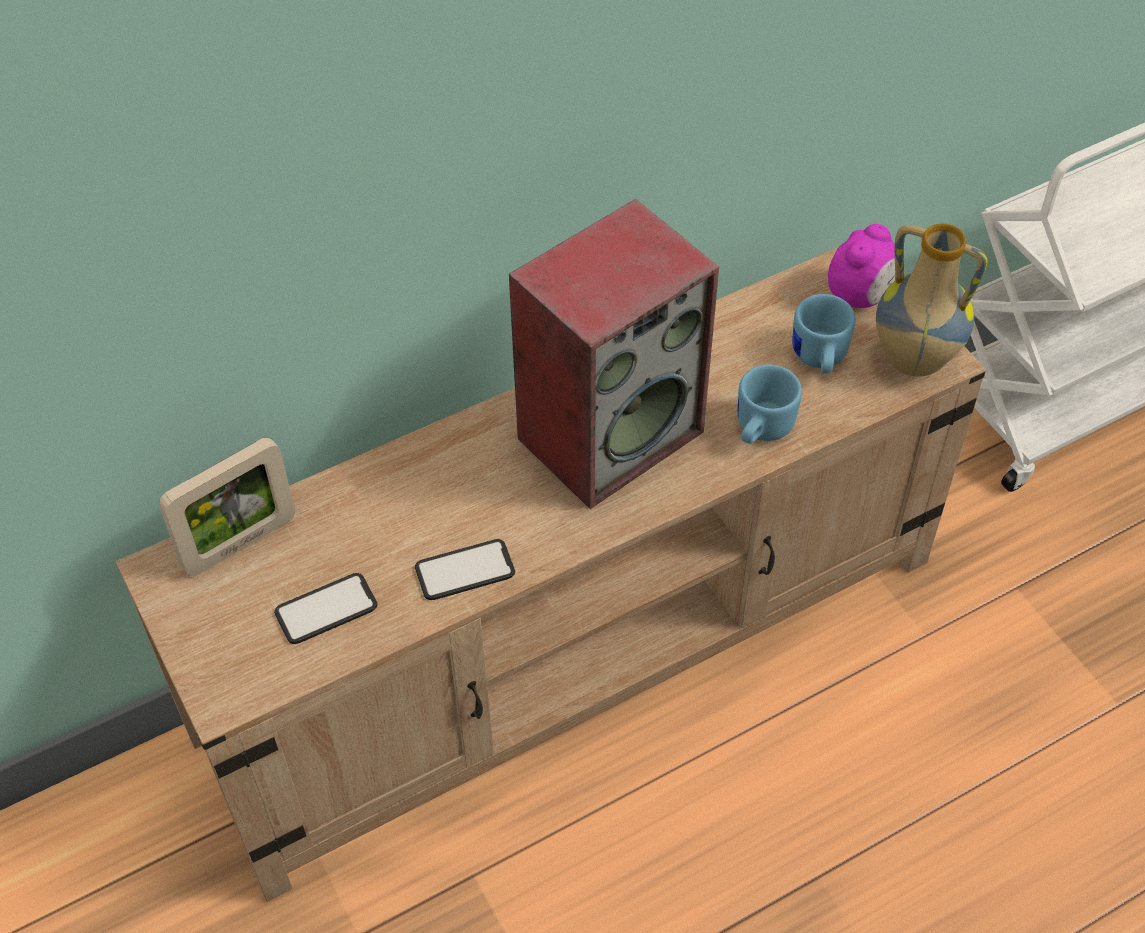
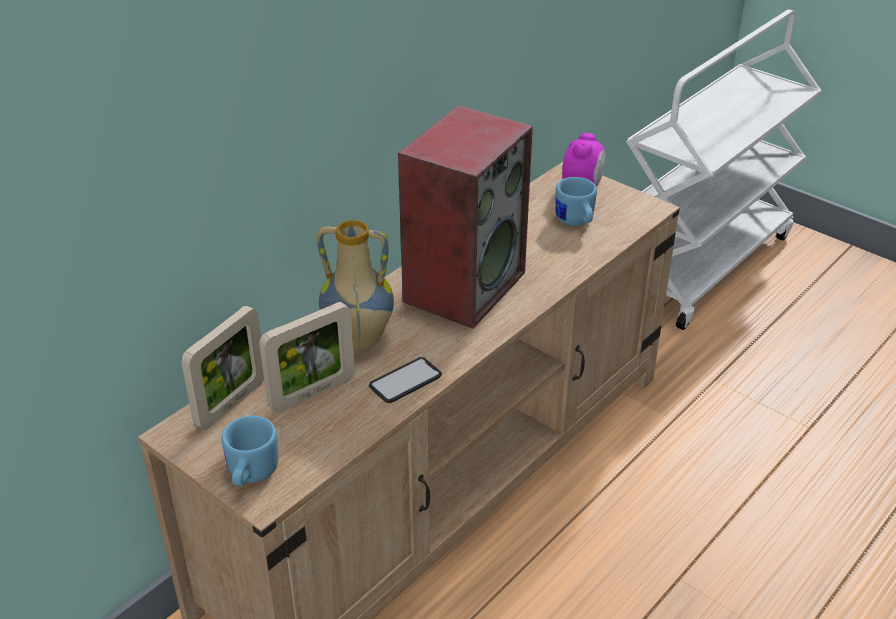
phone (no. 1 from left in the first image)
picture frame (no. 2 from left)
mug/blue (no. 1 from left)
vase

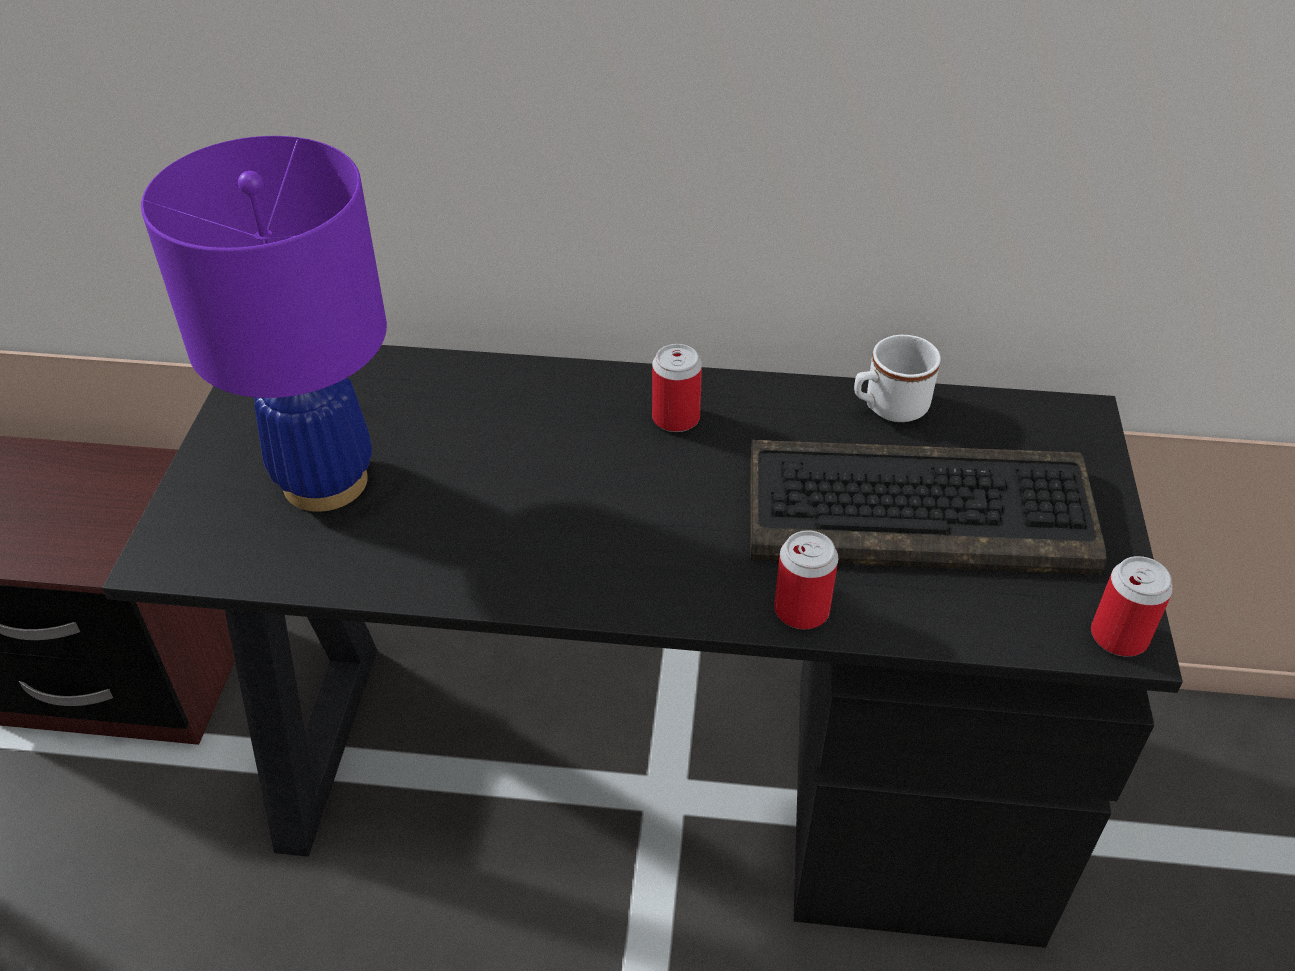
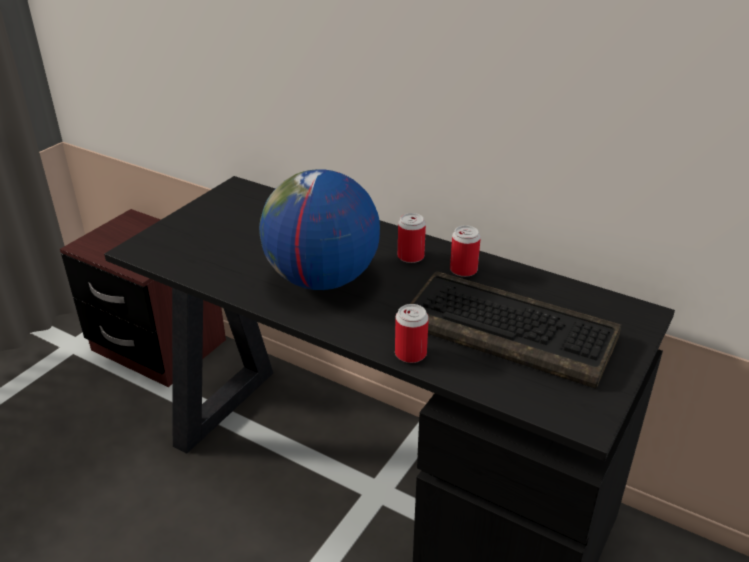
table lamp/purple
mug/white
globe
can (no. 3 from left)

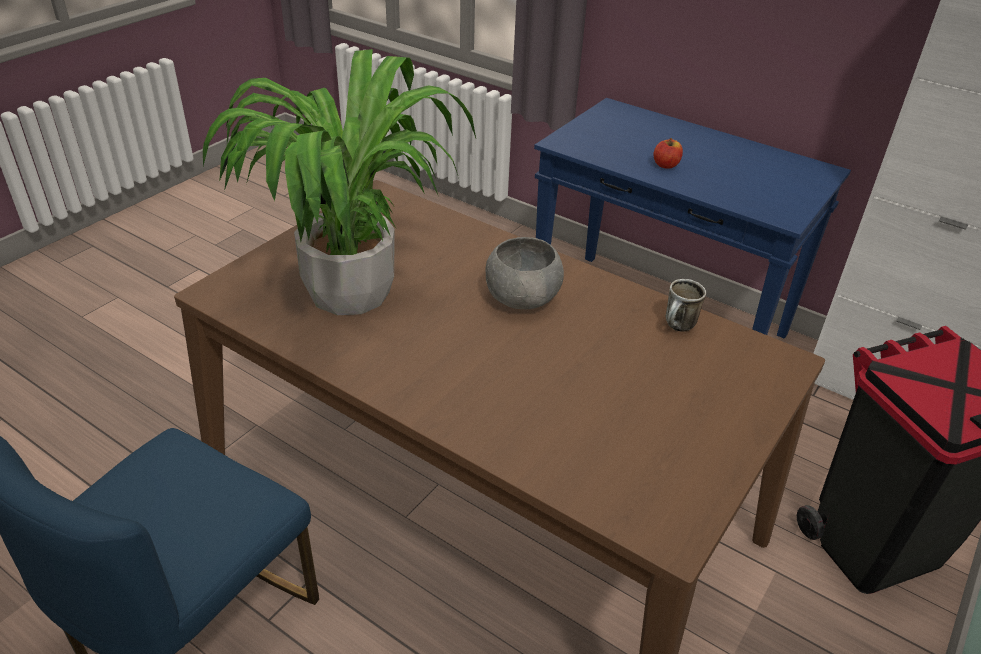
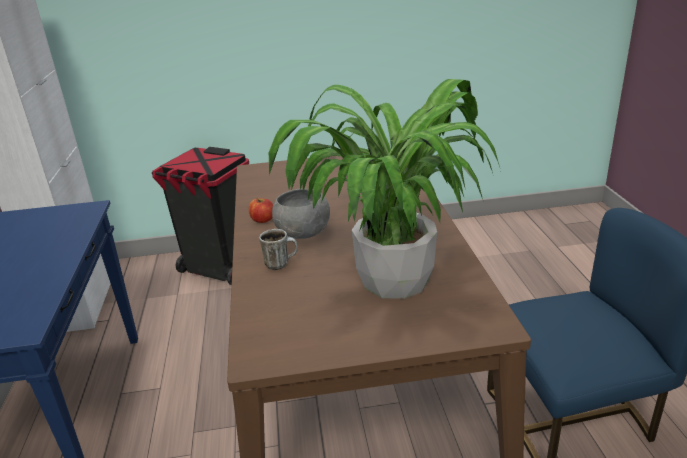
apple
mug

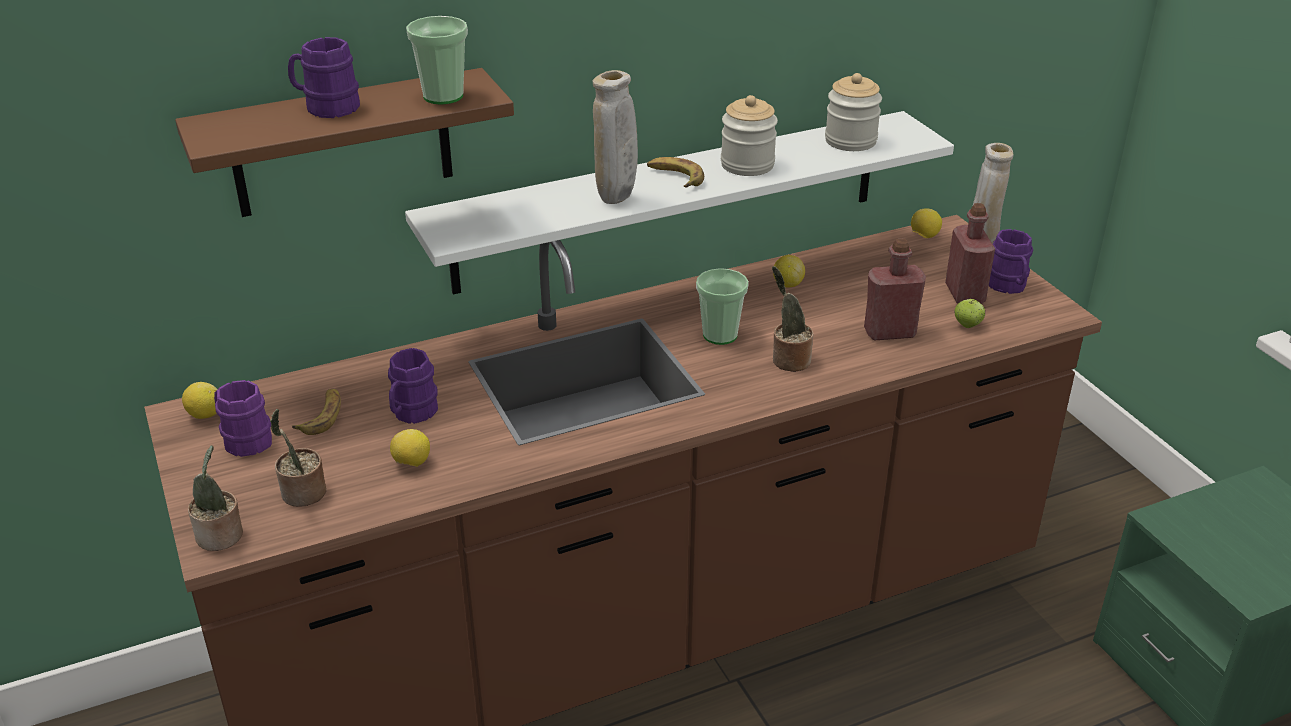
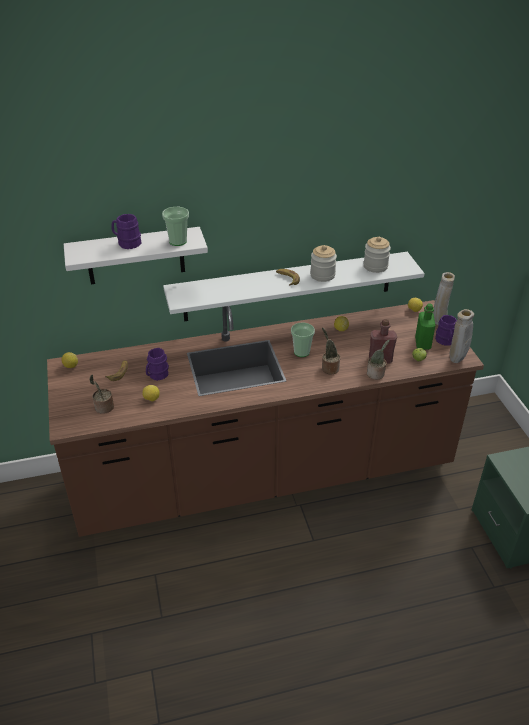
mug/purple (no. 1 from left in the first image)
potted plant (no. 3 from left)
vase/beige (no. 2 from left)
shelf/white (no. 1 from left)
bottle/green

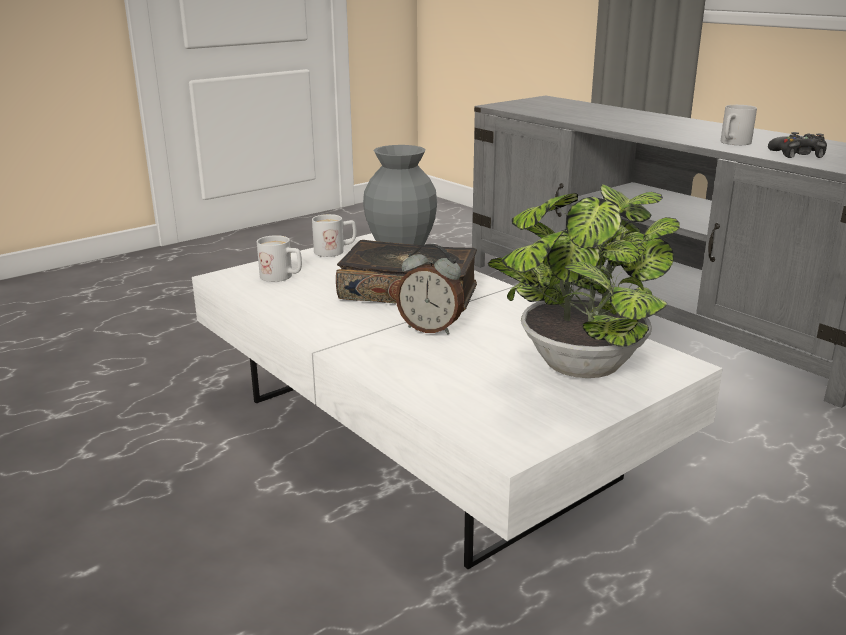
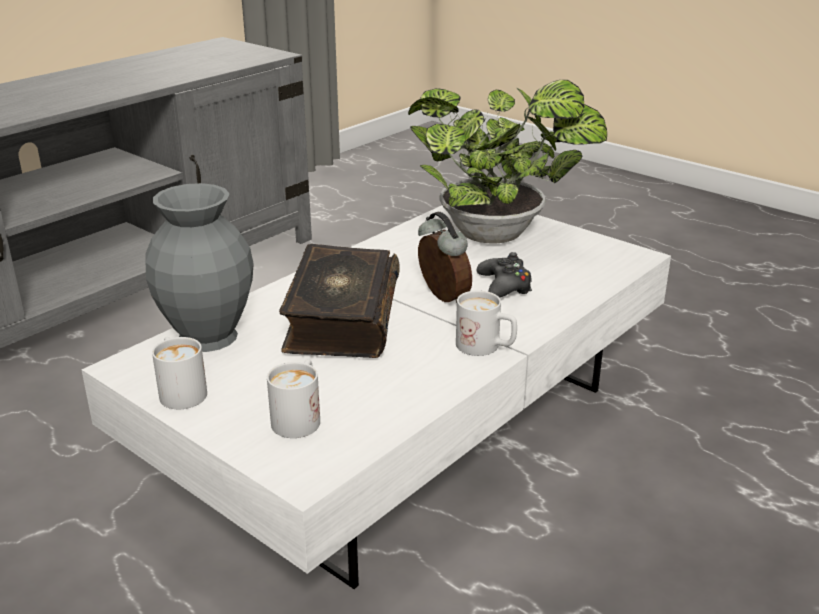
mug/white (no. 3 from left)
game controller/black
alarm clock

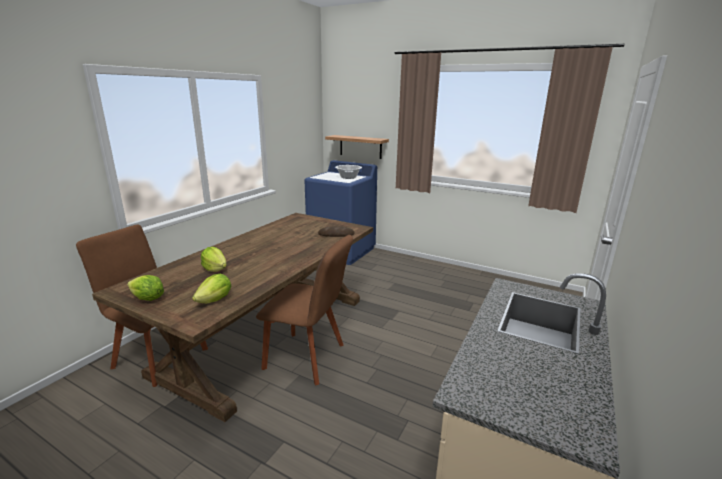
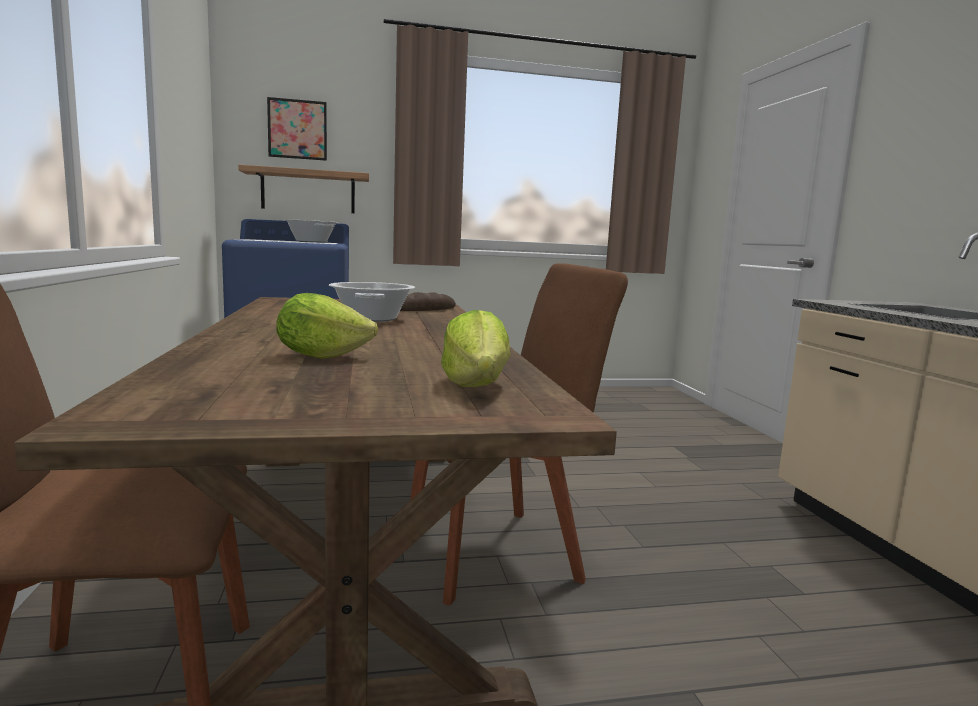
lettuce (no. 1 from left in the first image)
picture
cooking pot (no. 2 from left)

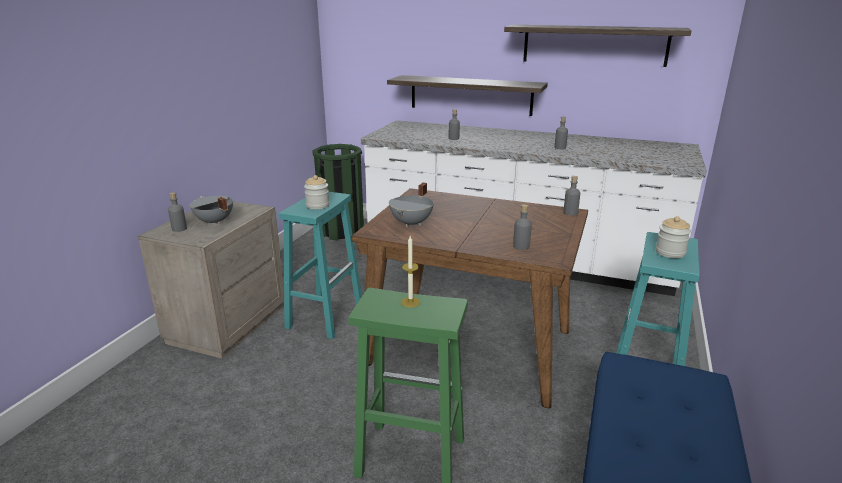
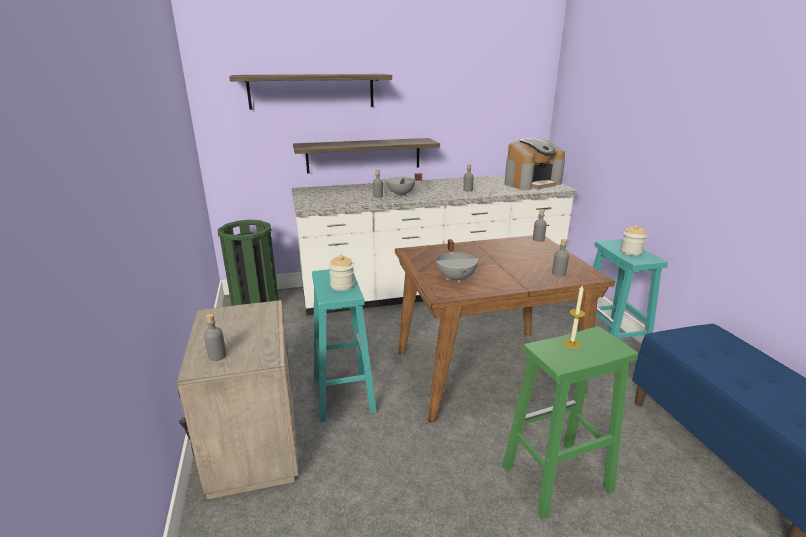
coffee machine
cooking pot/grey (no. 1 from left)
shelf (no. 1 from left)

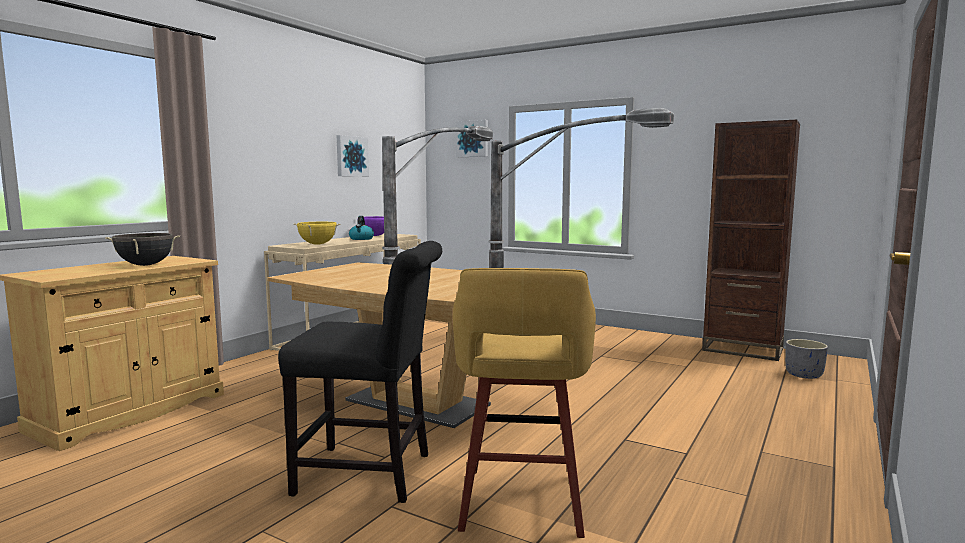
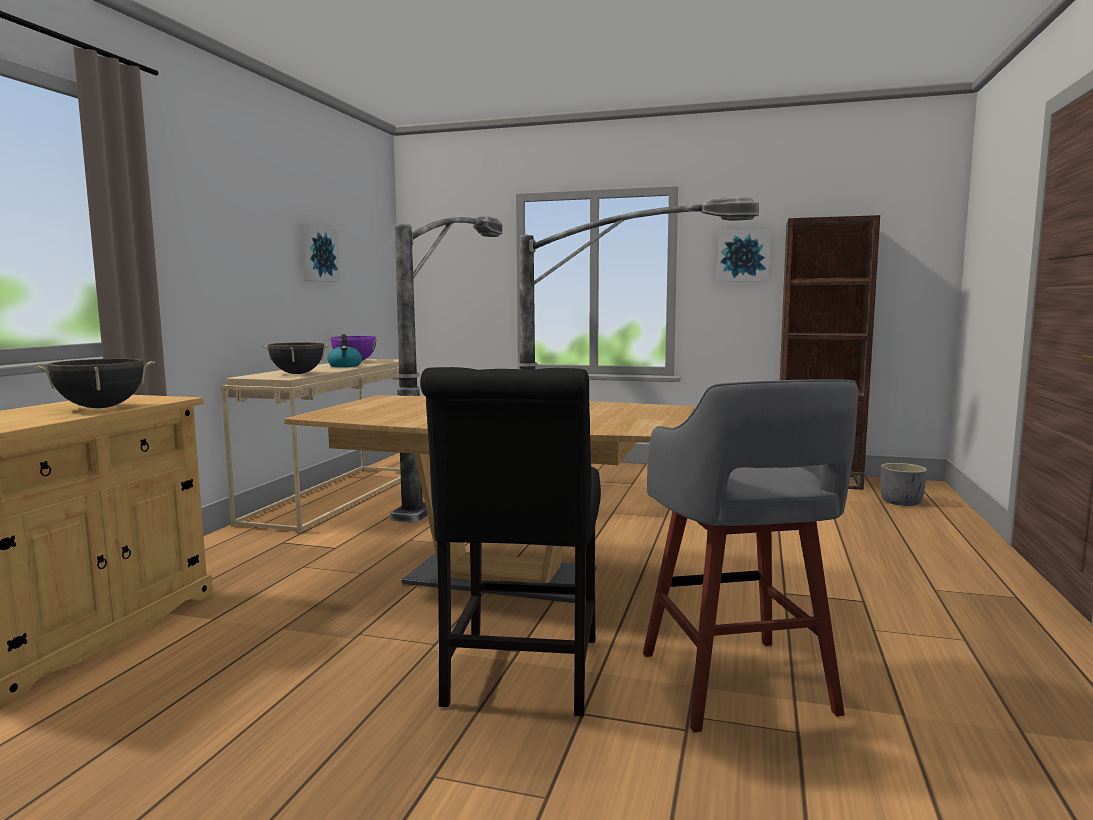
picture (no. 2 from left)
cooking pot/black (no. 2 from left)
stool/grey
chair/black

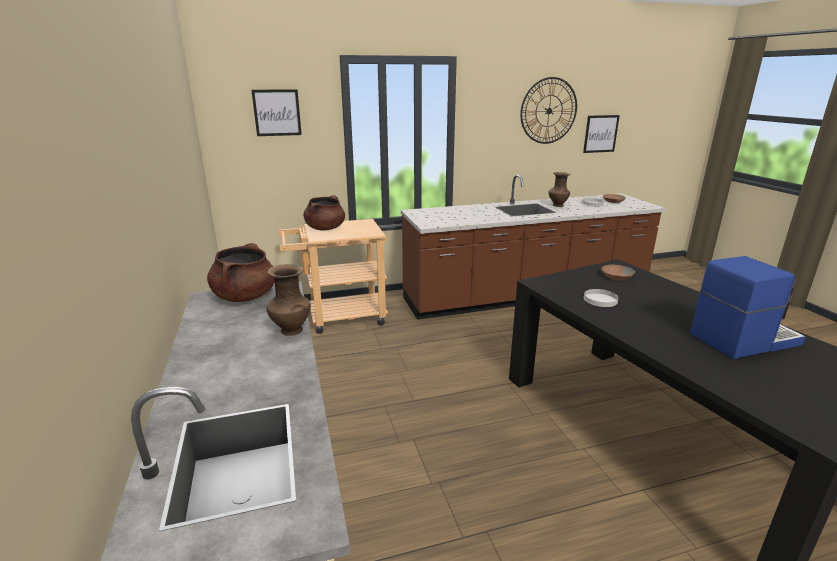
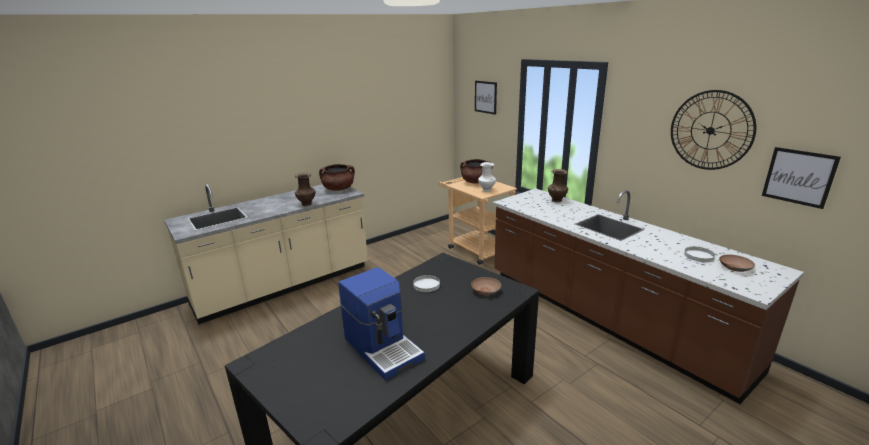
vase/white
vase/brown (no. 2 from left)

